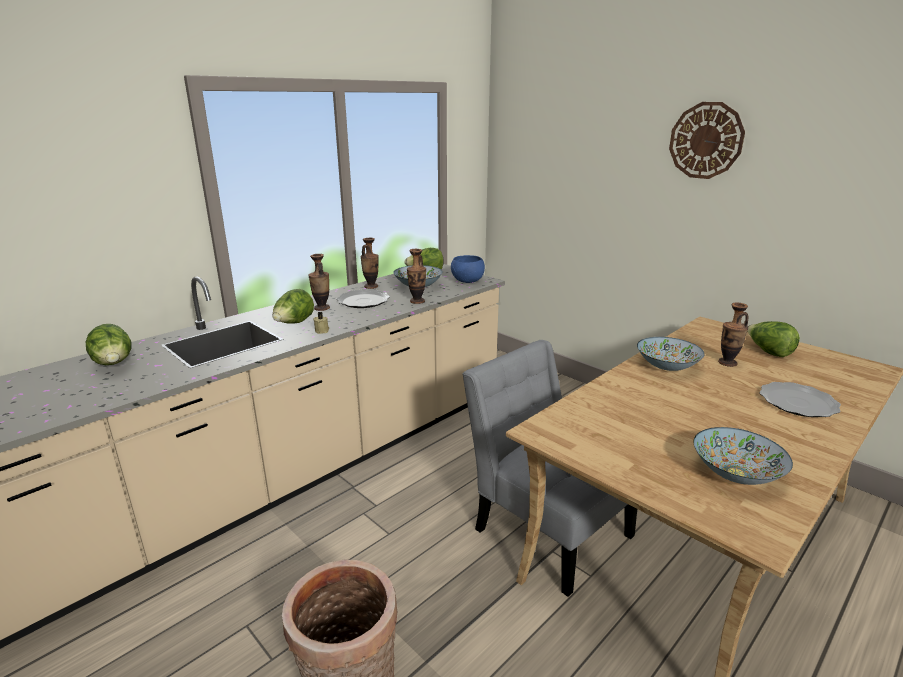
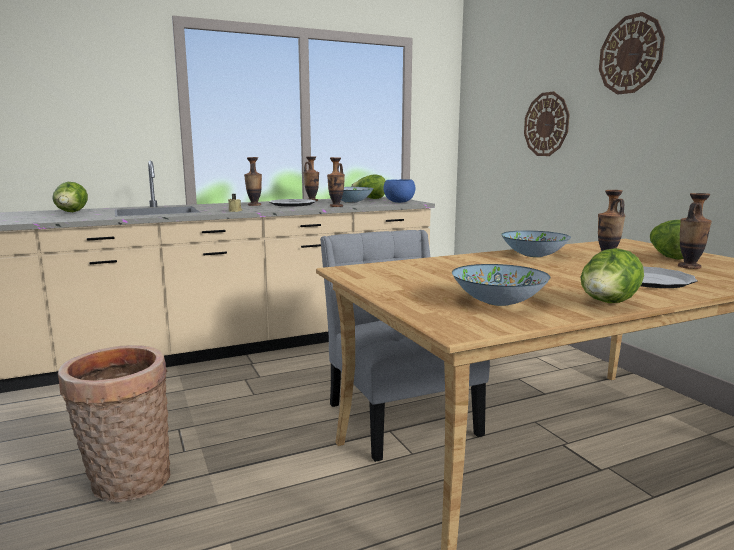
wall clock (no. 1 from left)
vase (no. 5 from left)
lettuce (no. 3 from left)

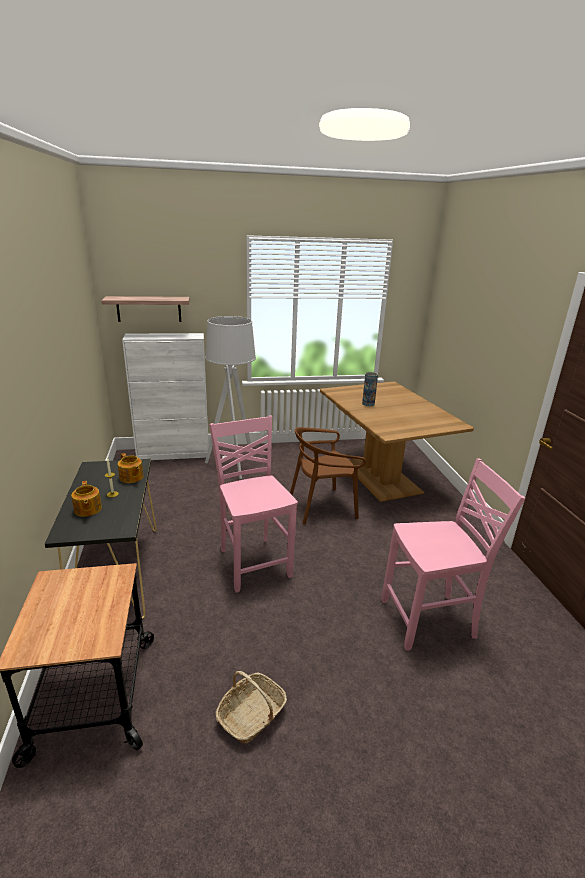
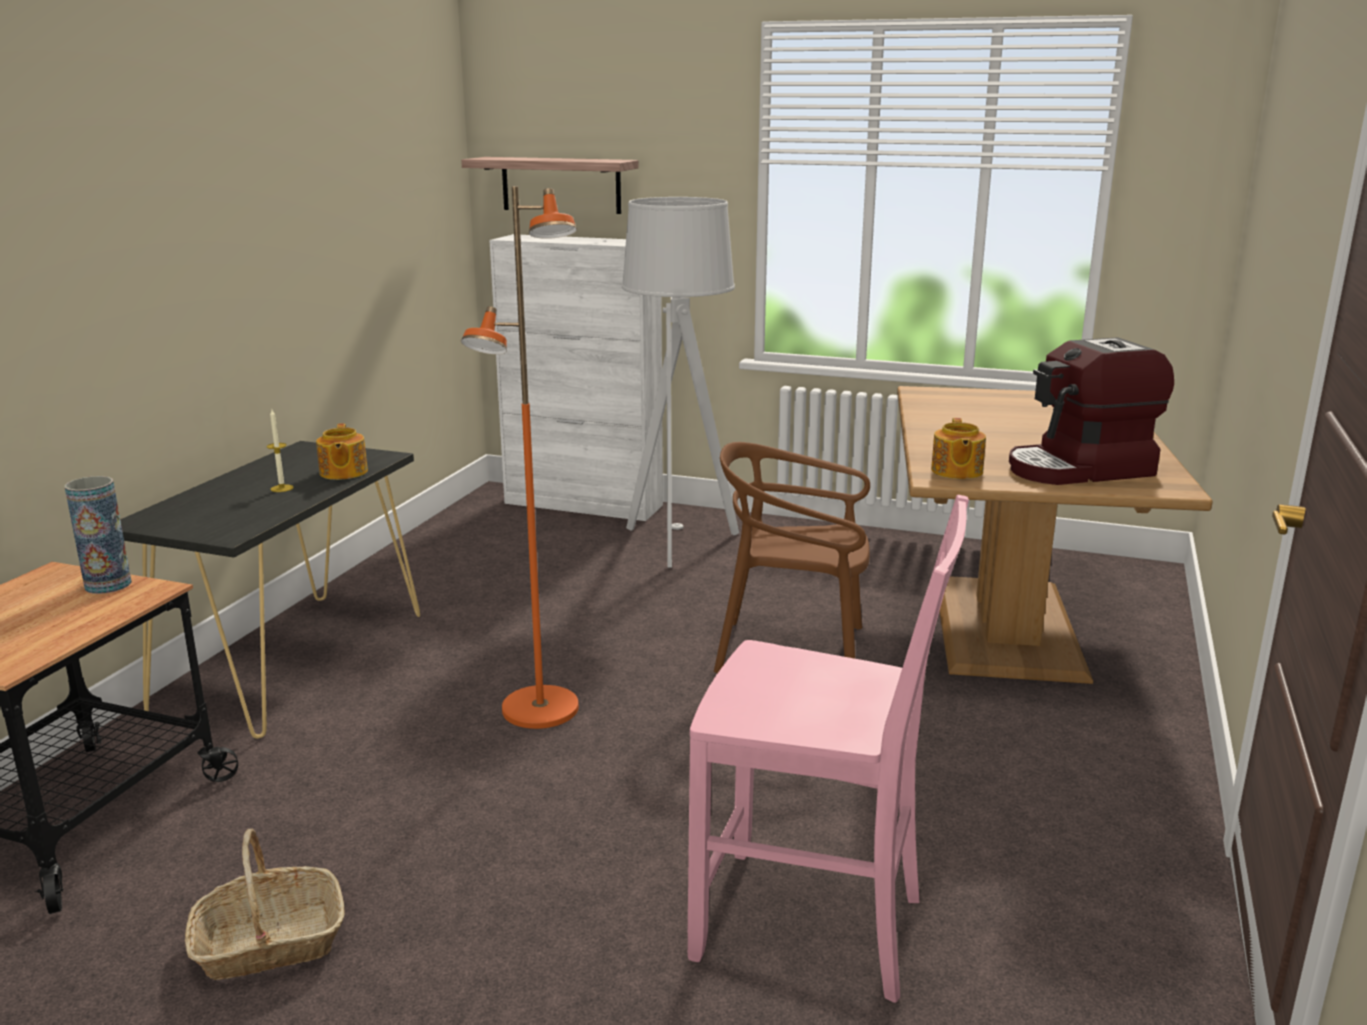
coffee machine
teapot (no. 2 from left)
vase
floor lamp/orange

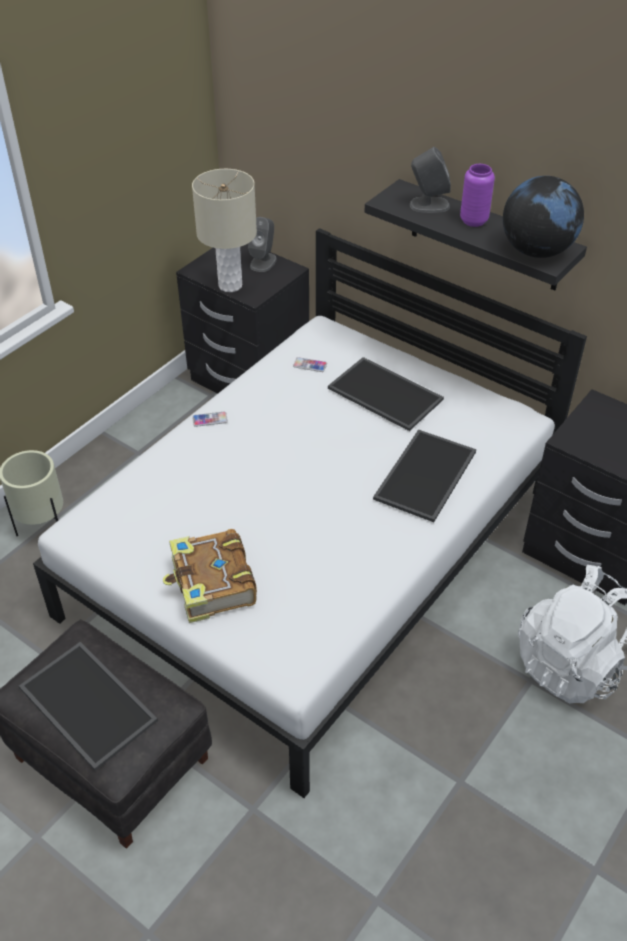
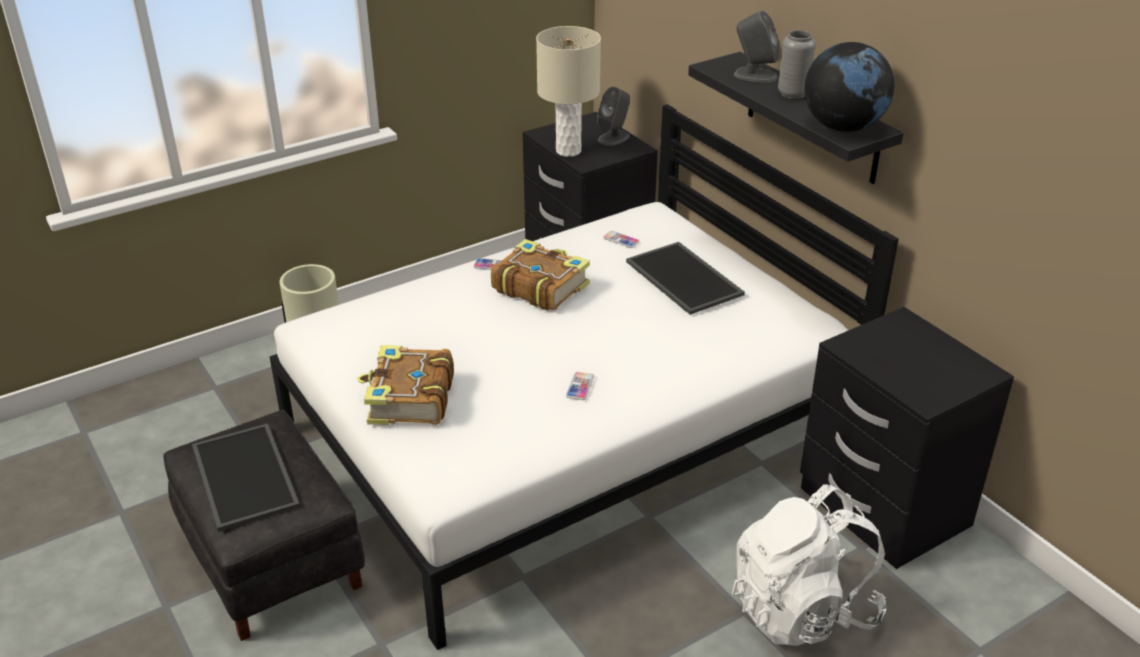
tray (no. 3 from left in the first image)
book (no. 2 from left)
phone (no. 2 from left)
vase/grey

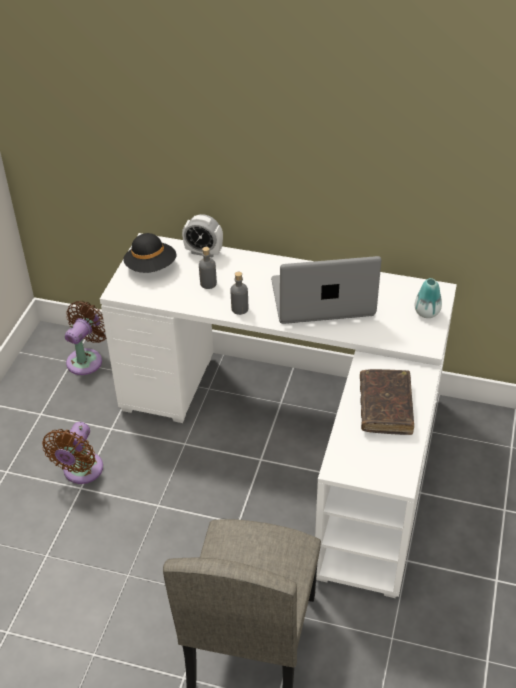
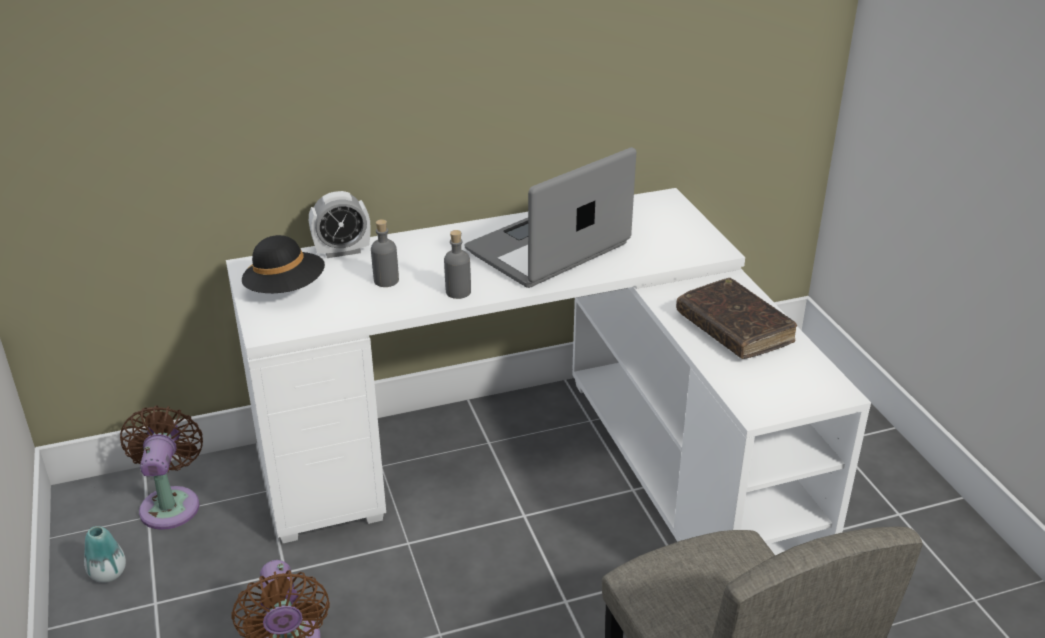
vase

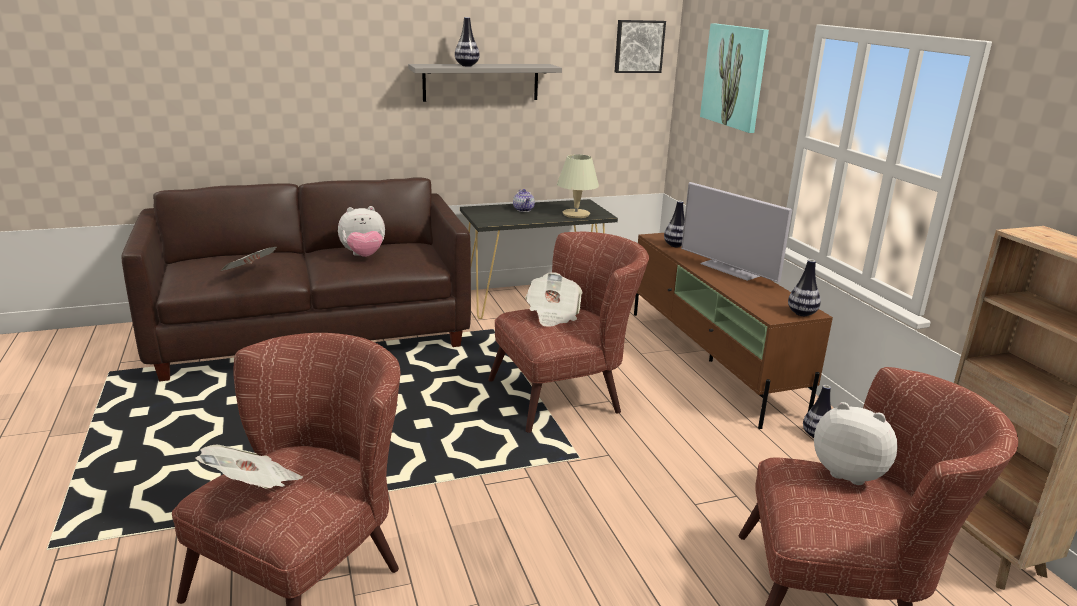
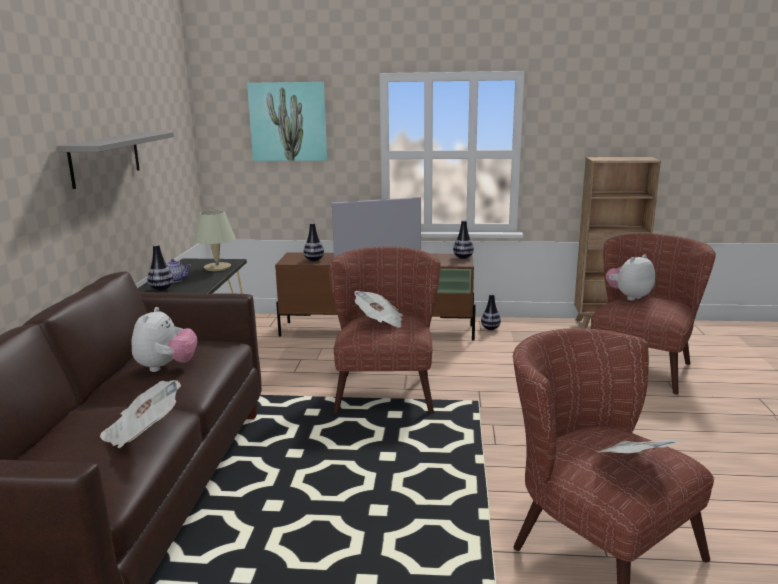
picture (no. 1 from left in the first image)
vase (no. 1 from left)

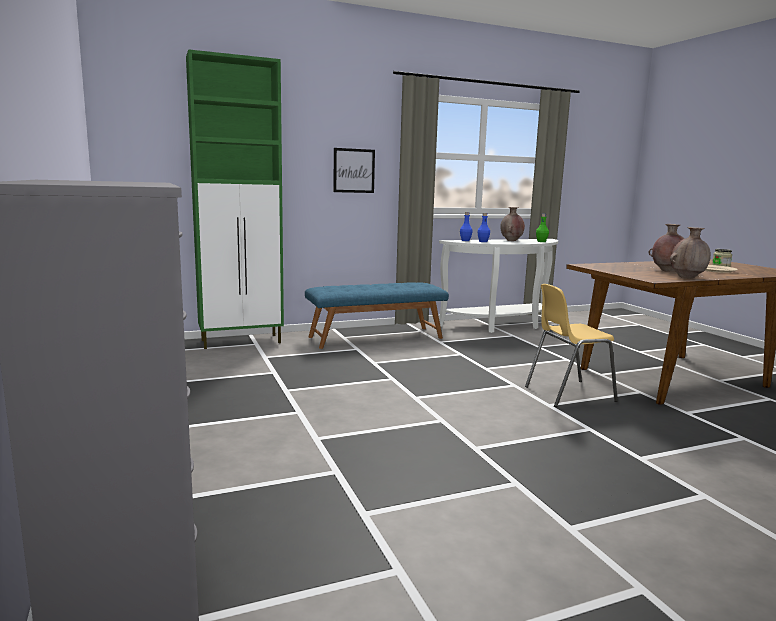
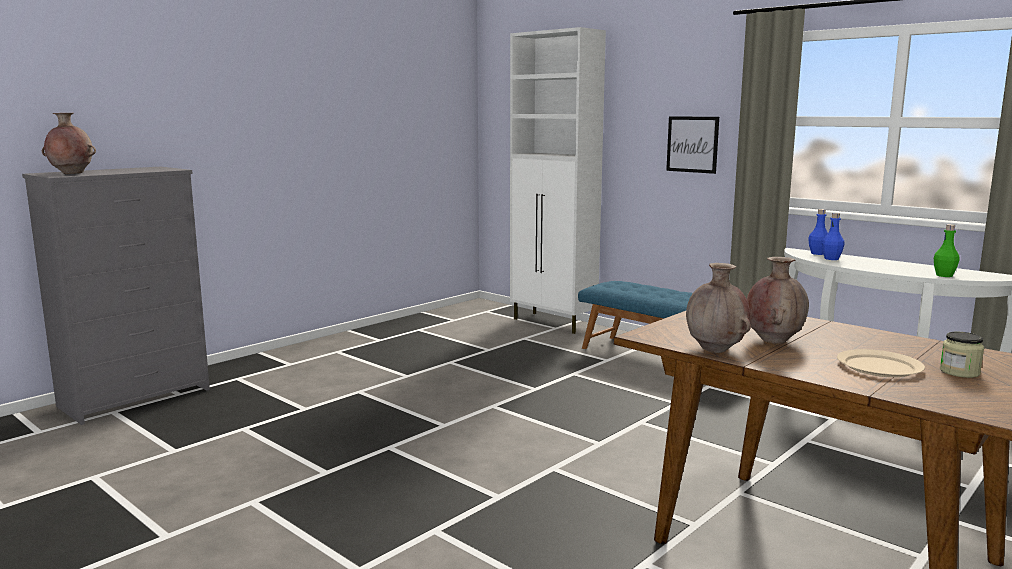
chair/yellow
vase/brown (no. 1 from left)
cabinet/white

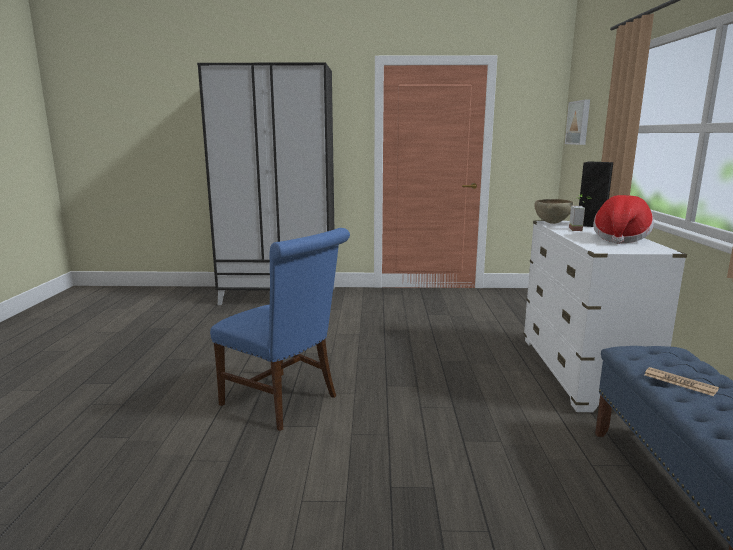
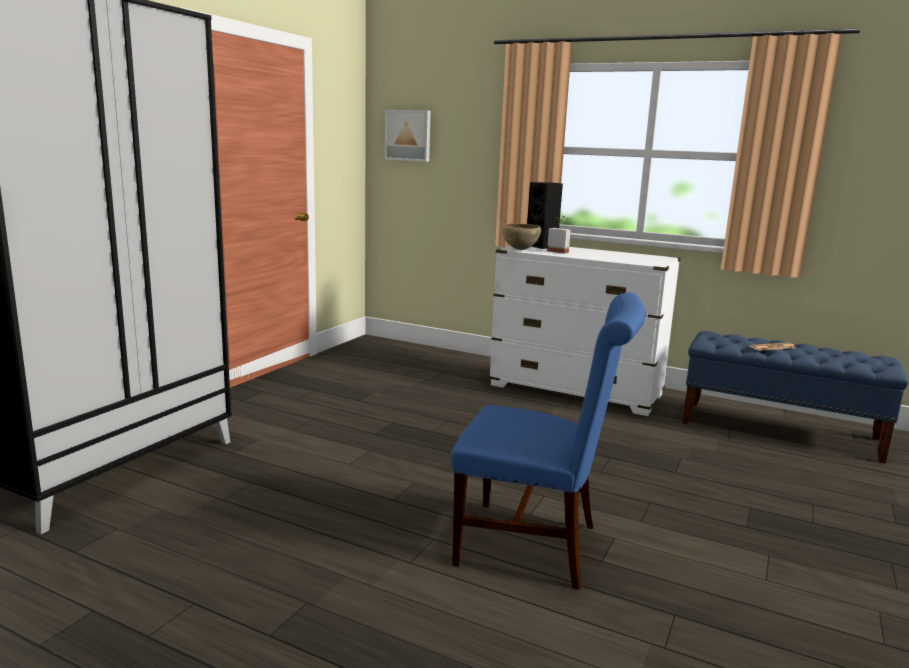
hat
chair/blue

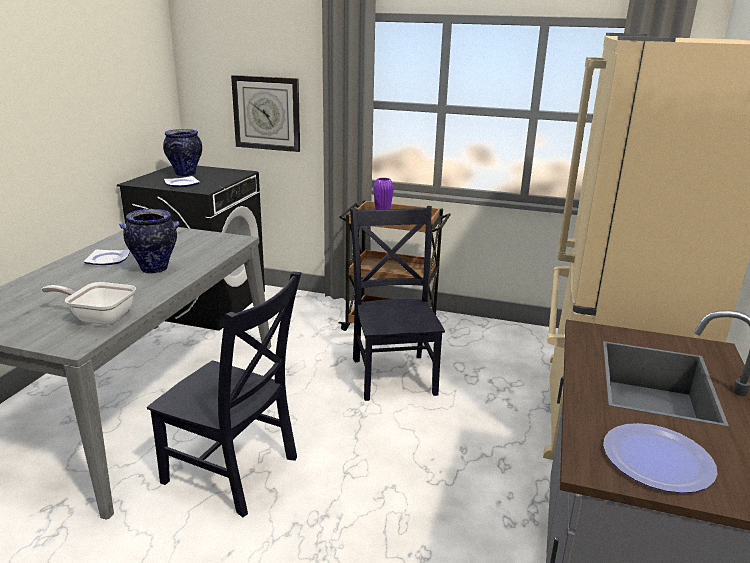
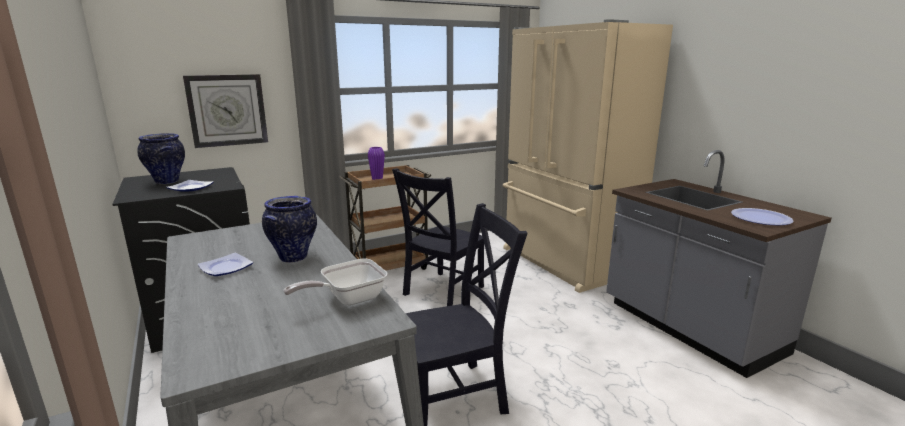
chair/black (no. 1 from left)

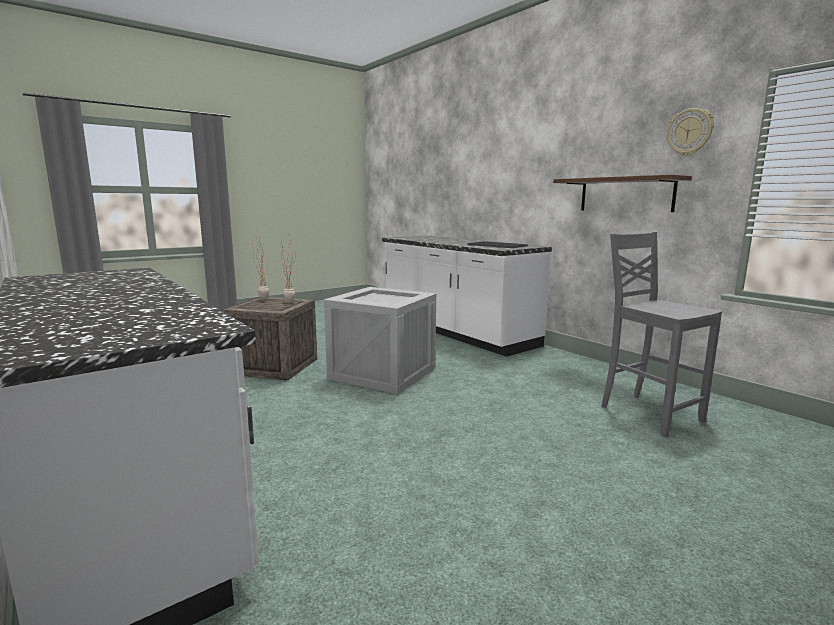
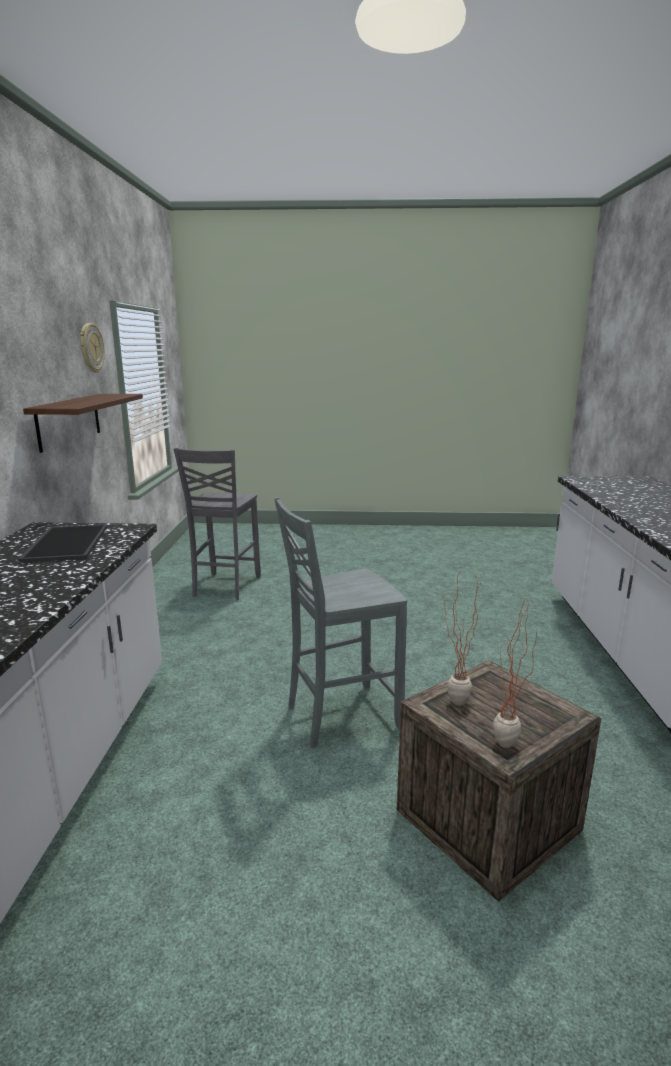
chair/grey (no. 2 from left)

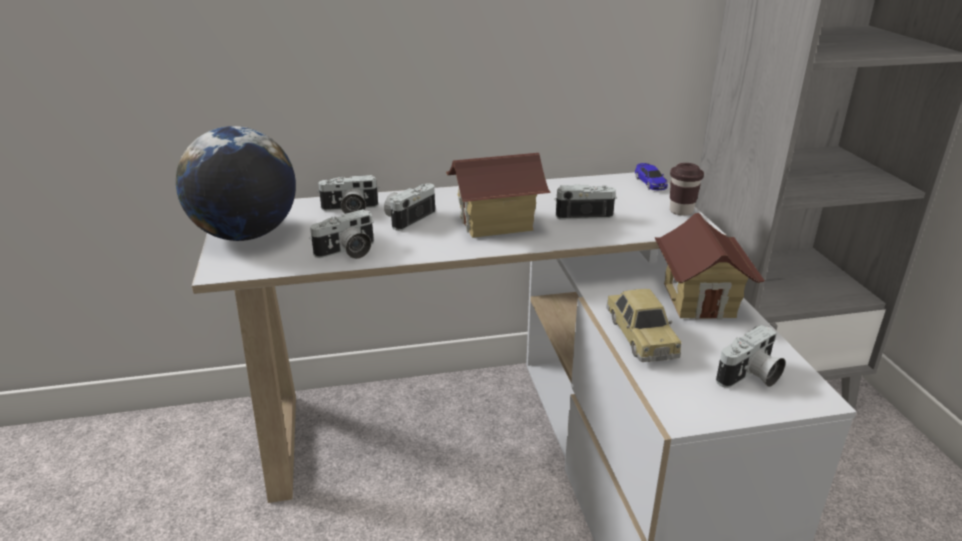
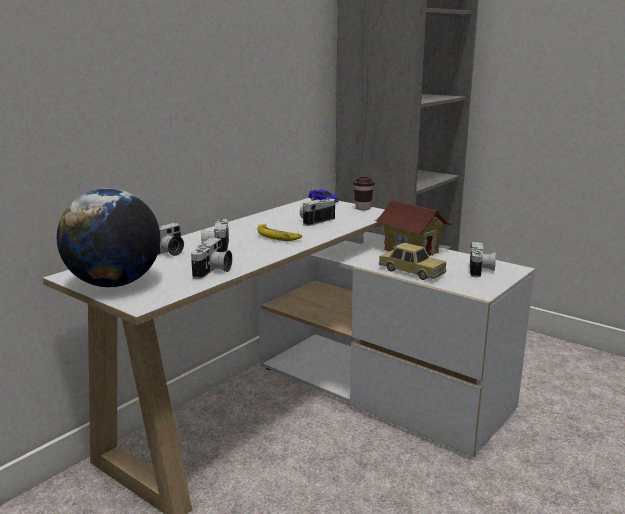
banana

